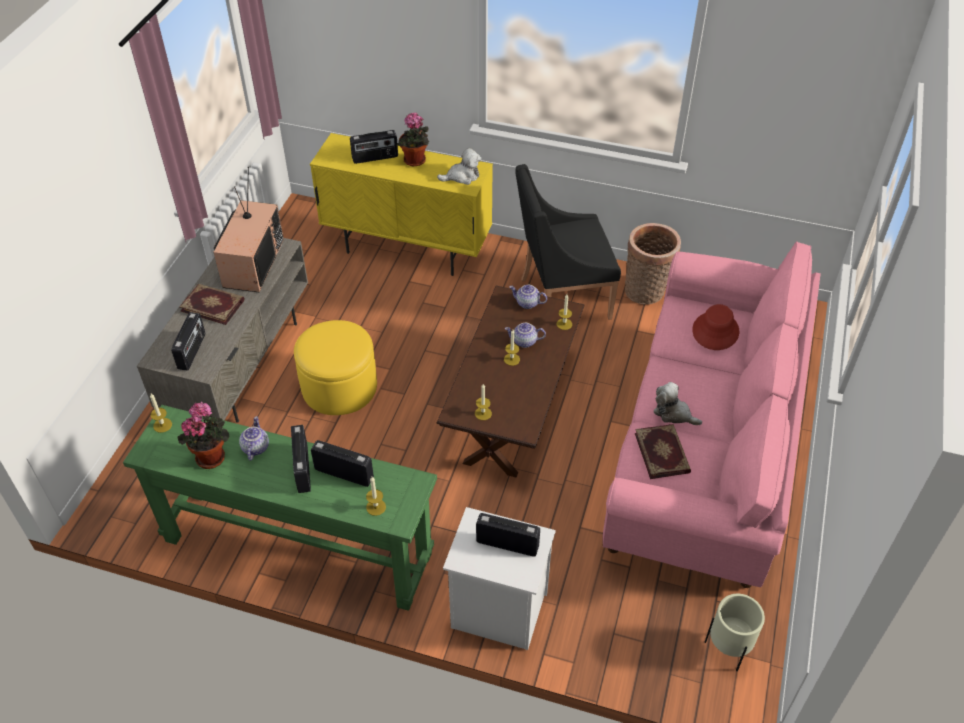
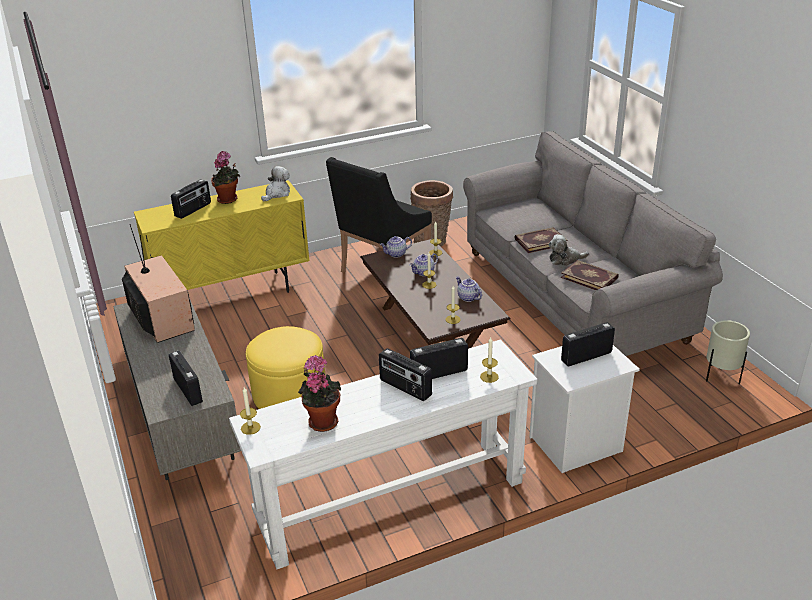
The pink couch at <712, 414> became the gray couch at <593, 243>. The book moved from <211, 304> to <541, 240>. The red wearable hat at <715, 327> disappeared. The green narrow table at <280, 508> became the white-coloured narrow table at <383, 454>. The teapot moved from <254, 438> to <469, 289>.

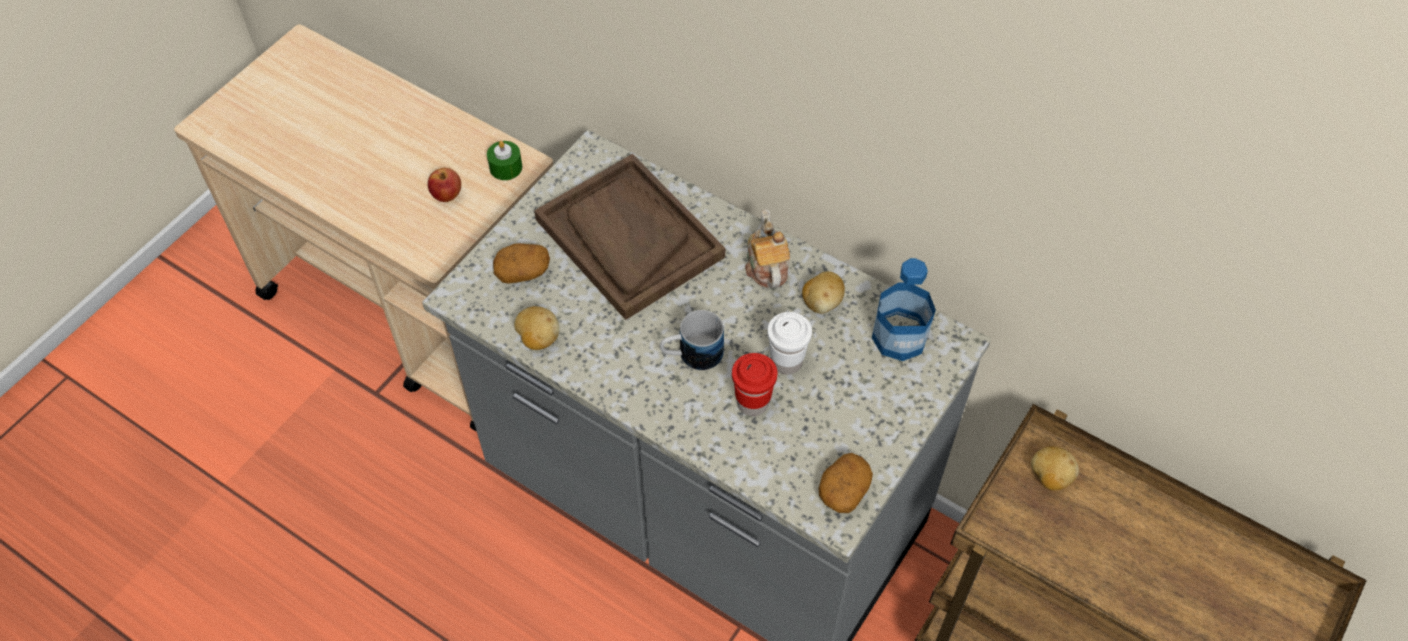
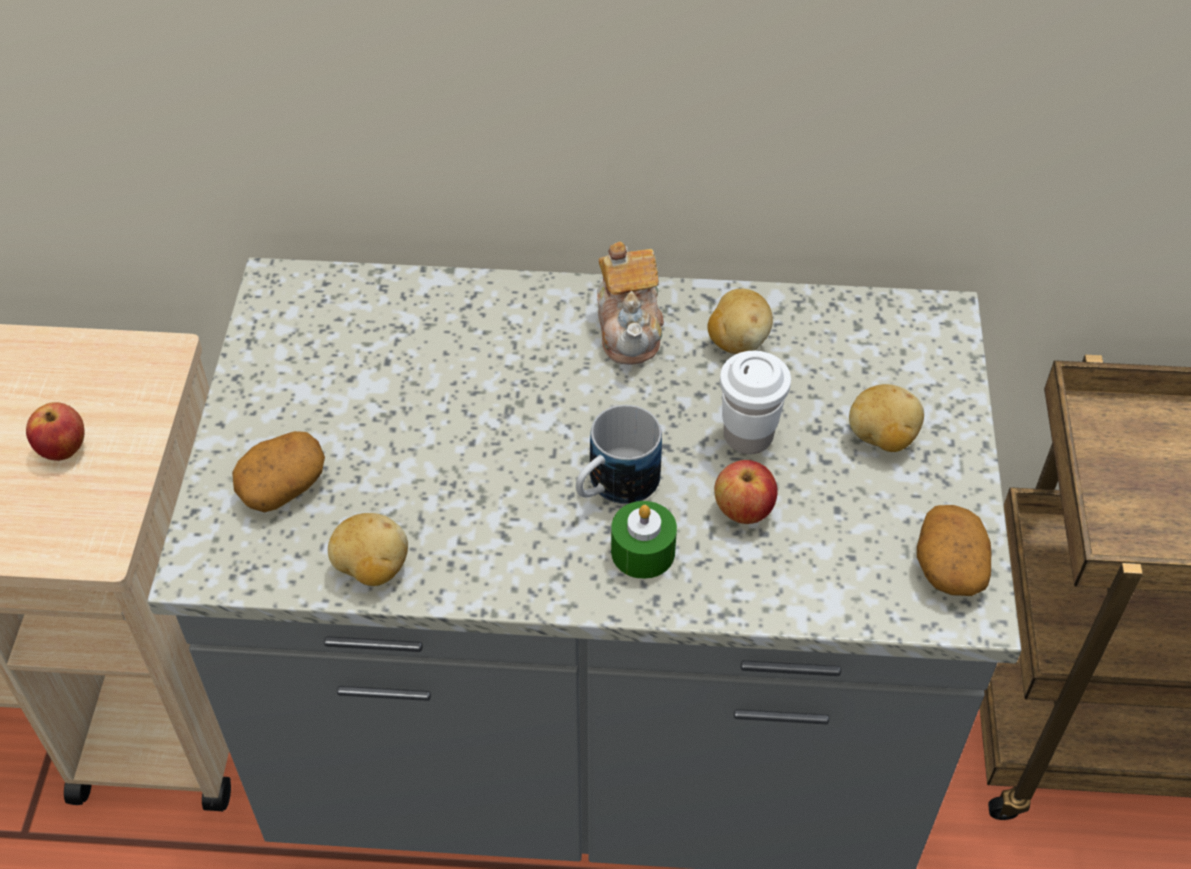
The green wax light moved from <505, 160> to <644, 540>. The brownish tray at <629, 237> disappeared. The teapot at <767, 248> turned 150 degrees counterclockwise. The bottle at <904, 309> disappeared. The red cup at <754, 384> was replaced by the apple fruit at <746, 492>. The potato moved from <1055, 468> to <886, 418>.

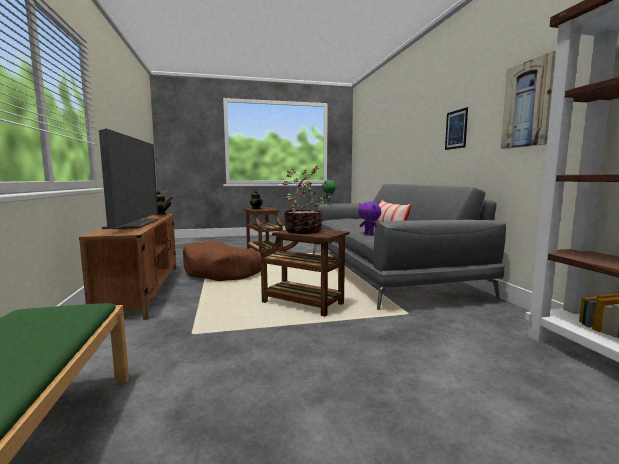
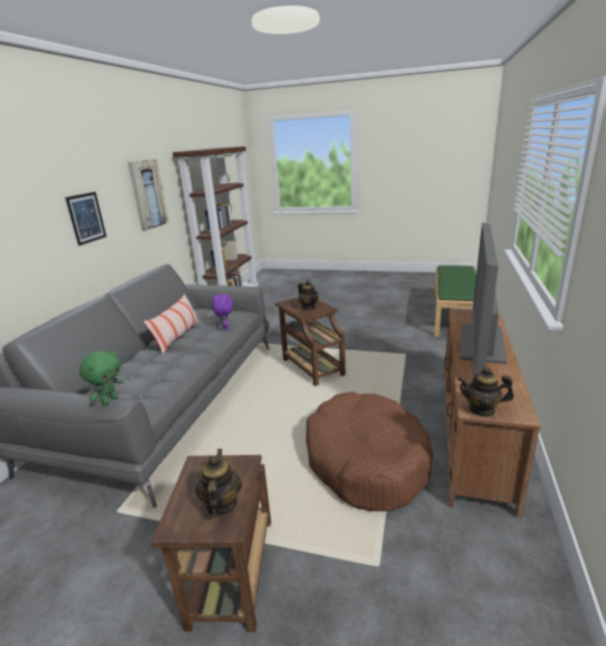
The plant in a pot at <304, 200> was replaced by the teapot at <308, 295>.

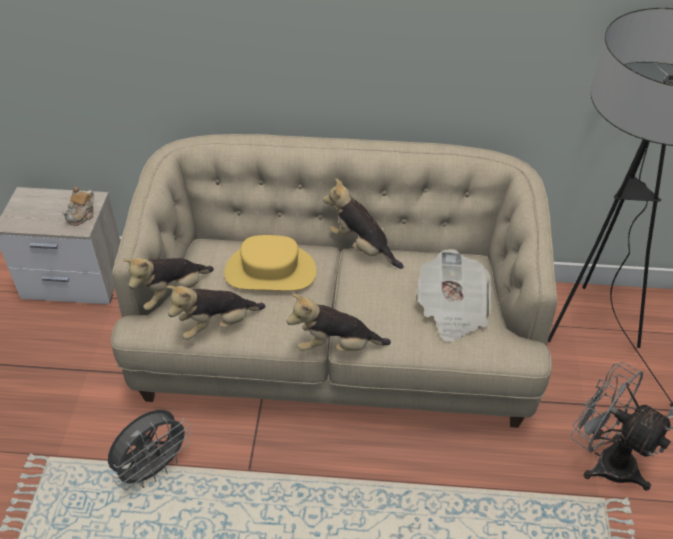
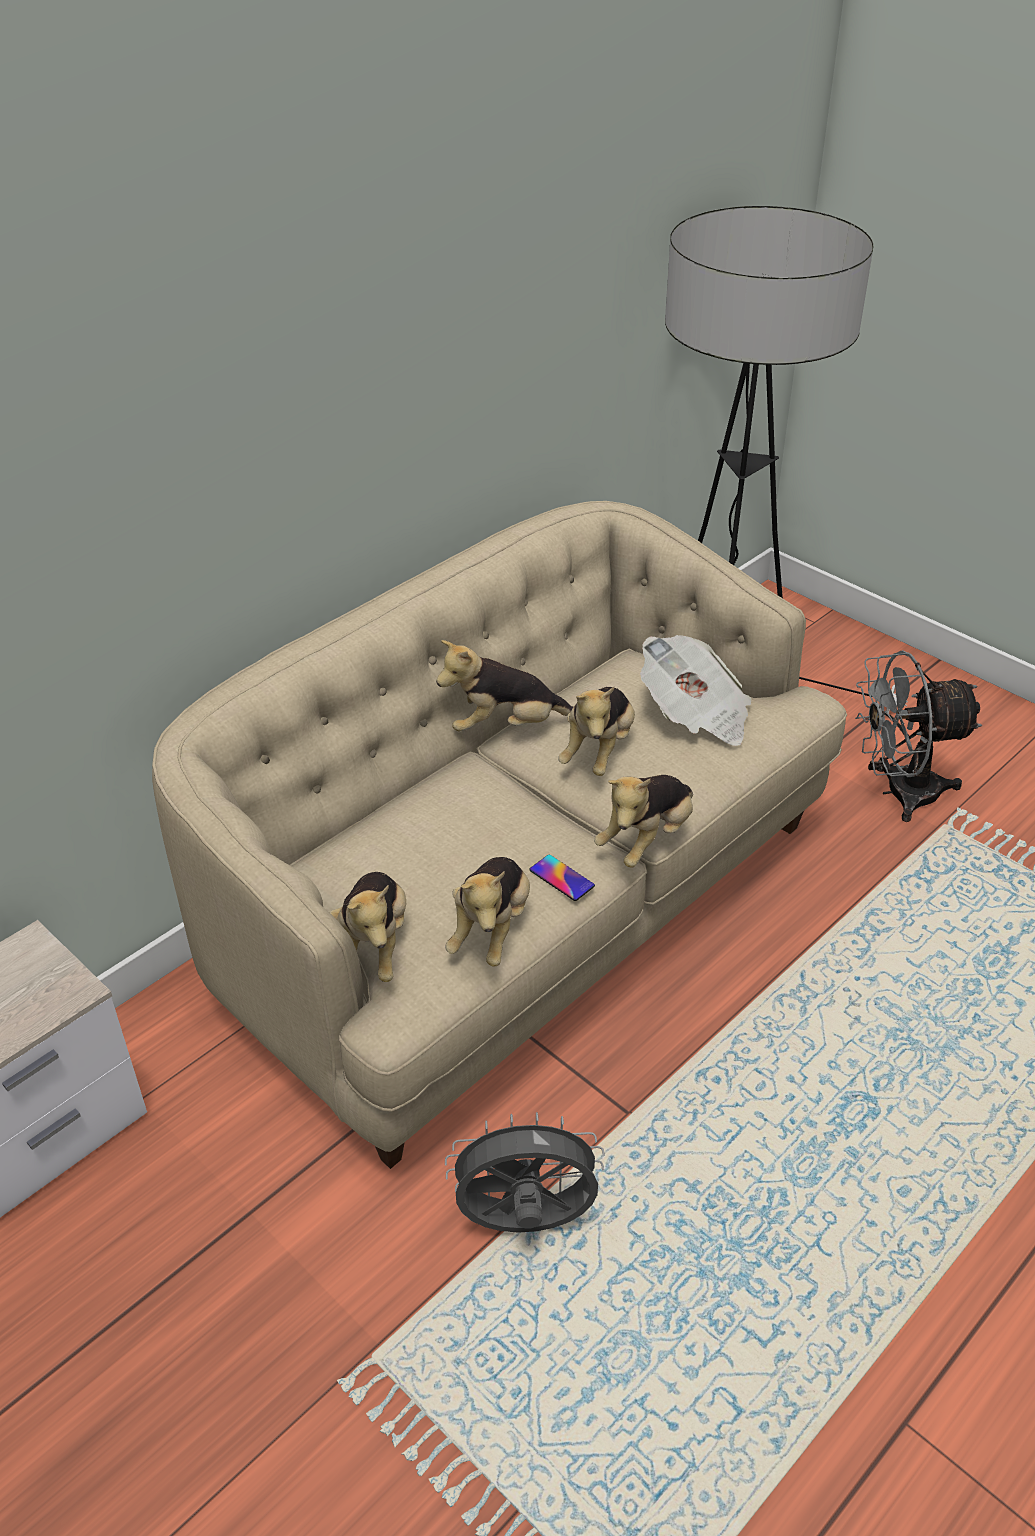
The teapot at <78, 206> disappeared. The yellowish wearable hat at <270, 263> disappeared. The gray cooling fan at <149, 450> turned 90 degrees counterclockwise. The plush toy at <596, 731> appeared. The telephone at <562, 878> appeared.

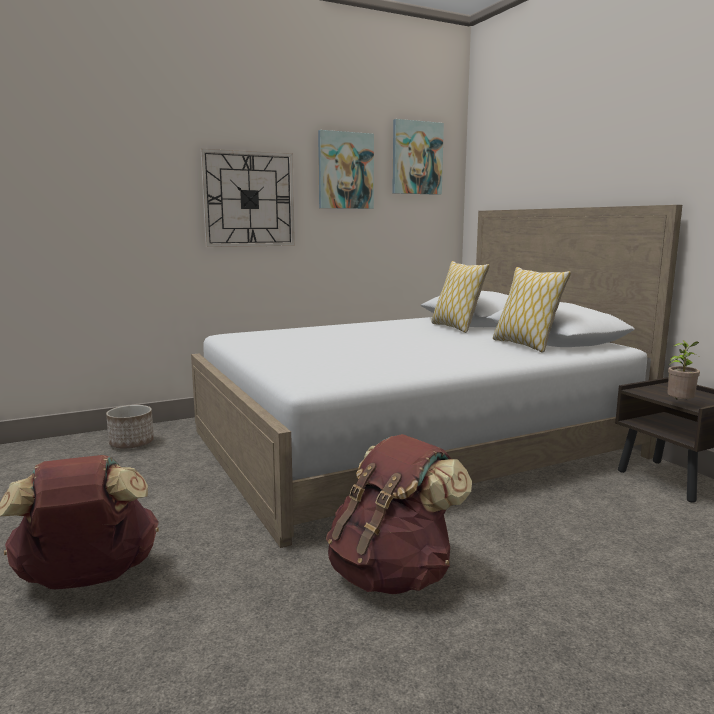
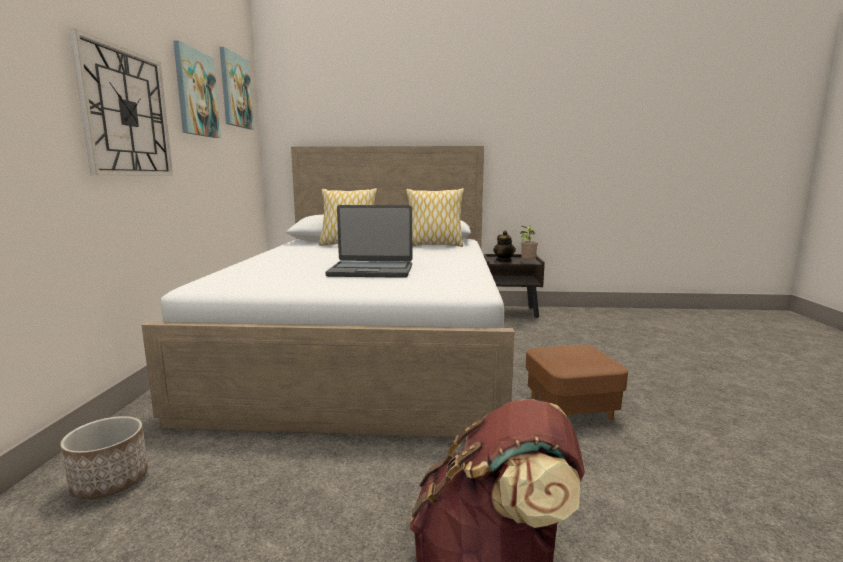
The brownish backpack at <399, 514> was replaced by the brownish pouffe at <577, 382>. The notebook computer at <368, 241> appeared. The teapot at <504, 246> appeared.

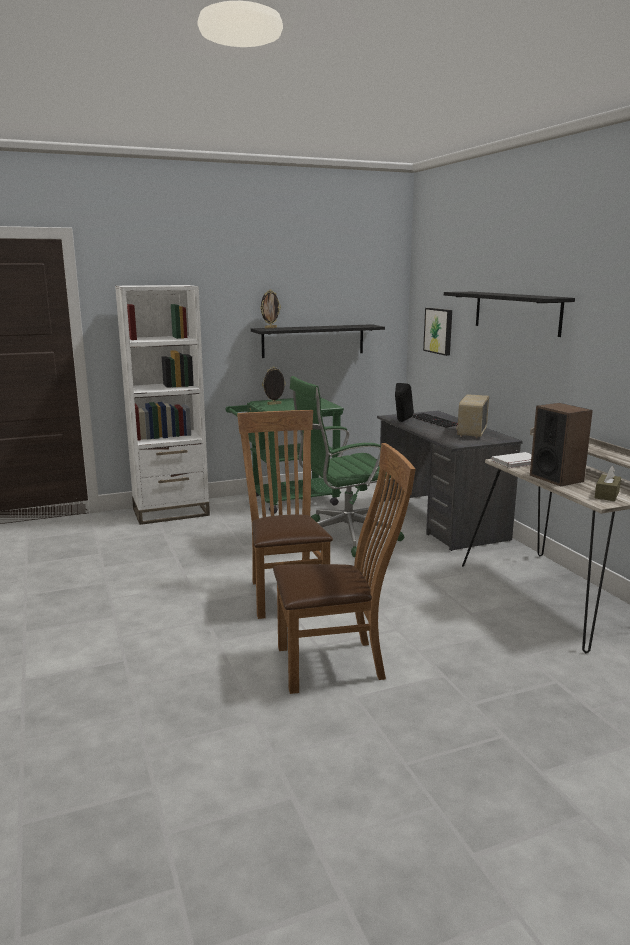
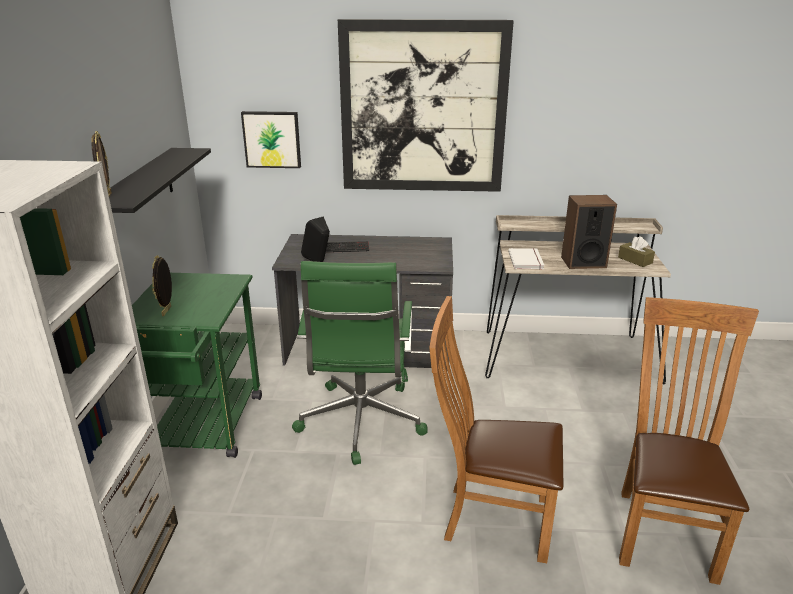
The blackish shelf at <509, 314> was replaced by the wall picture at <426, 105>. The radio at <472, 416> disappeared.

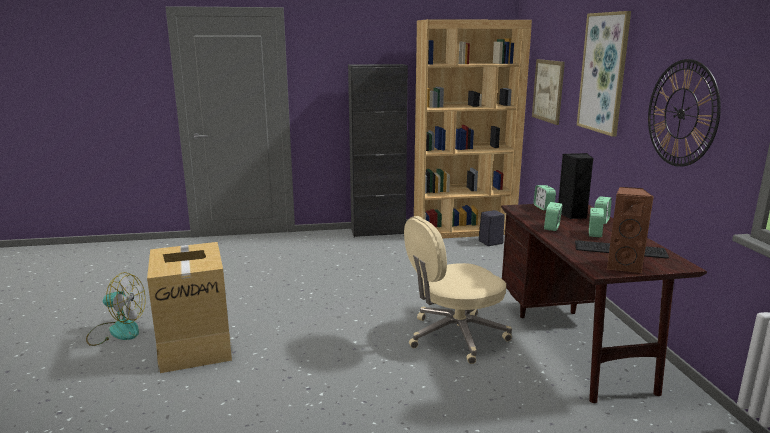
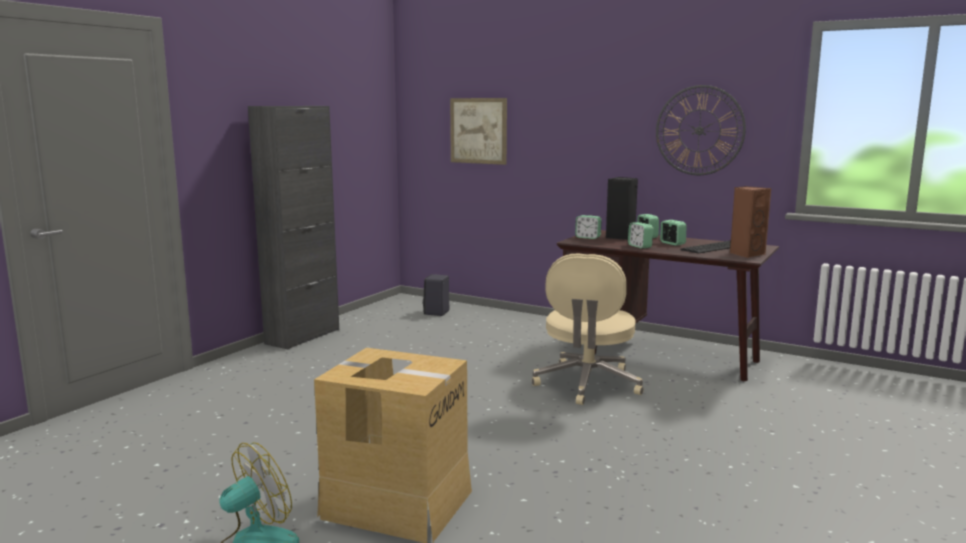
The wall picture at <604, 74> disappeared. The brownish bookshelf at <473, 129> disappeared.

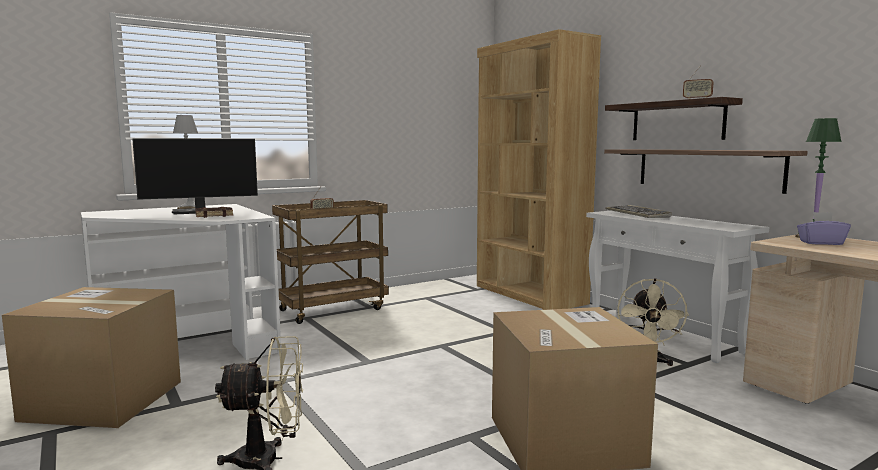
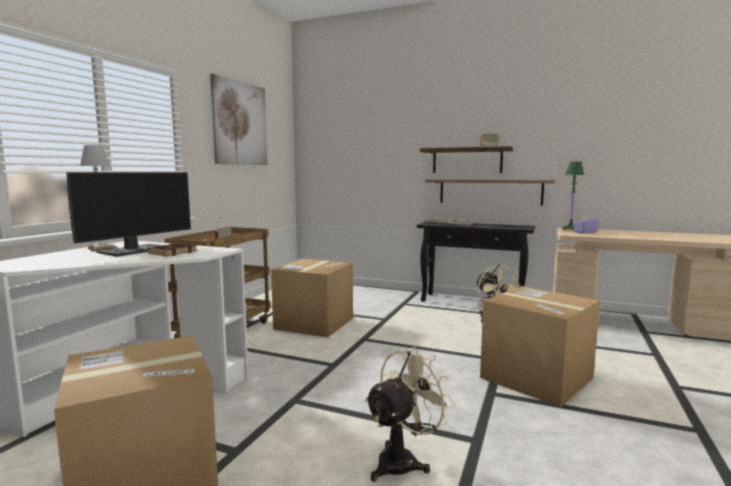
The brownish bookshelf at <539, 169> disappeared. The white-coloured narrow table at <677, 287> became the blackish narrow table at <476, 262>. The wall picture at <238, 119> appeared. The carton at <312, 298> appeared.

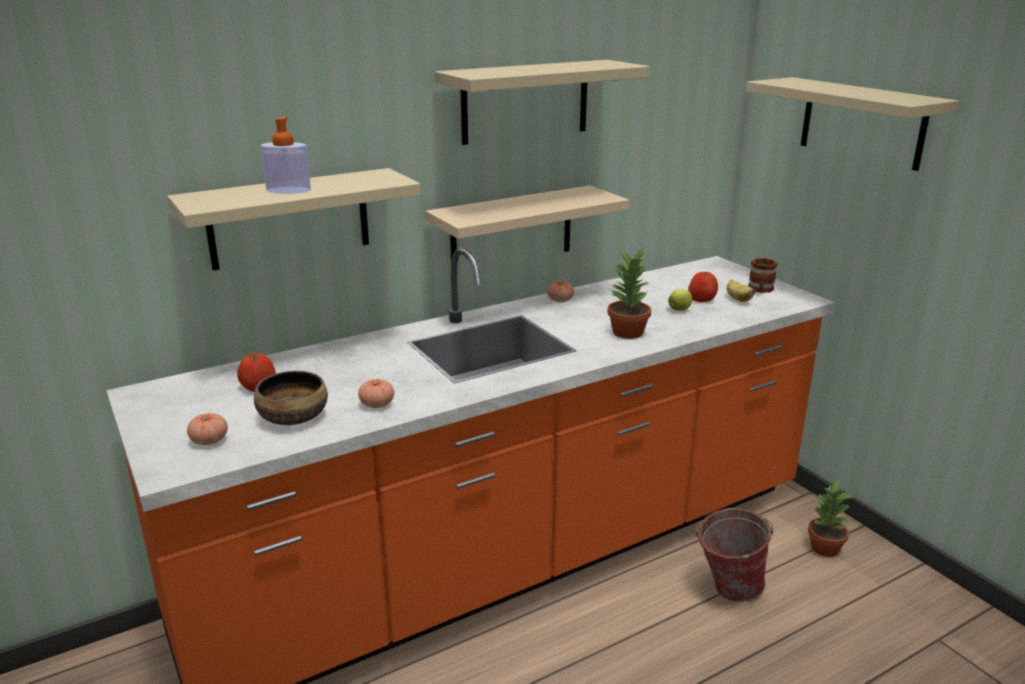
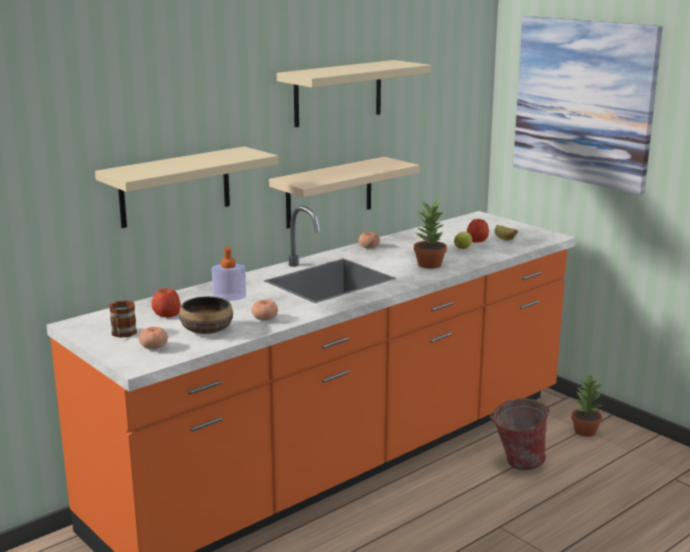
The beige-coloured shelf at <852, 124> was replaced by the wall picture at <588, 105>. The liquid soap bottle moved from <286, 155> to <229, 274>. The mug moved from <763, 275> to <123, 319>.

